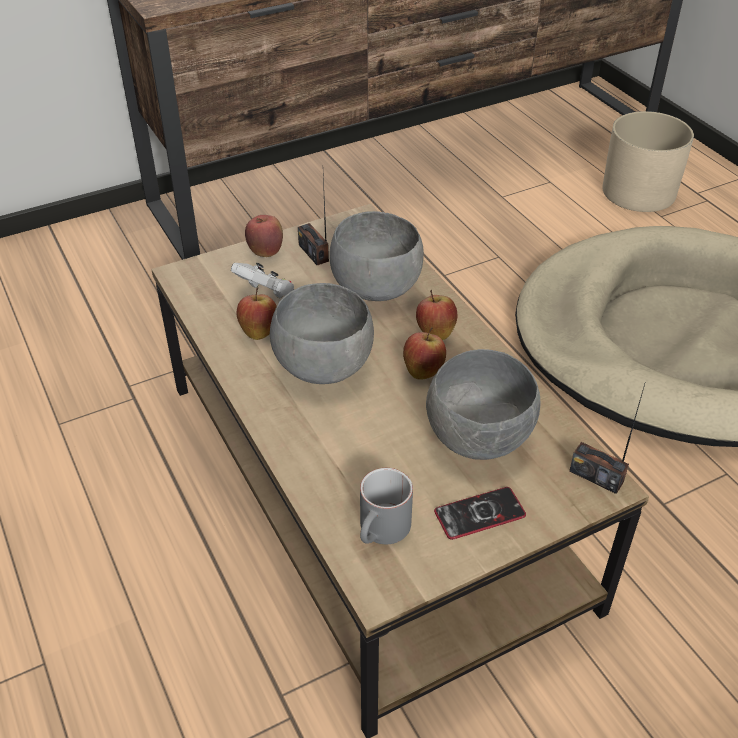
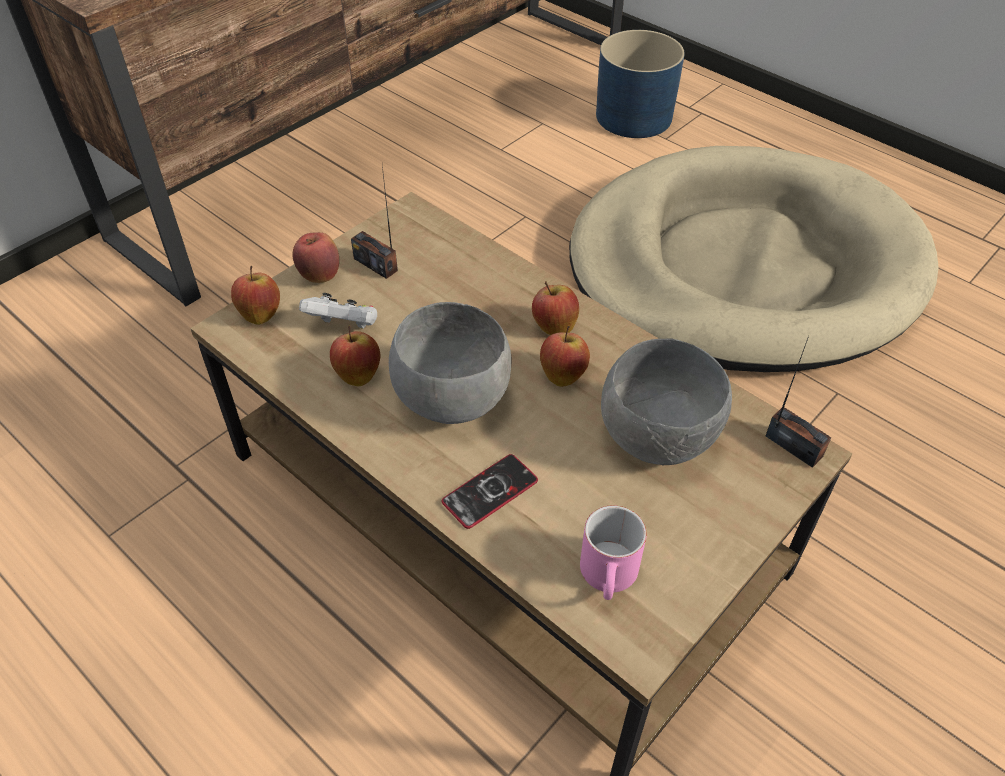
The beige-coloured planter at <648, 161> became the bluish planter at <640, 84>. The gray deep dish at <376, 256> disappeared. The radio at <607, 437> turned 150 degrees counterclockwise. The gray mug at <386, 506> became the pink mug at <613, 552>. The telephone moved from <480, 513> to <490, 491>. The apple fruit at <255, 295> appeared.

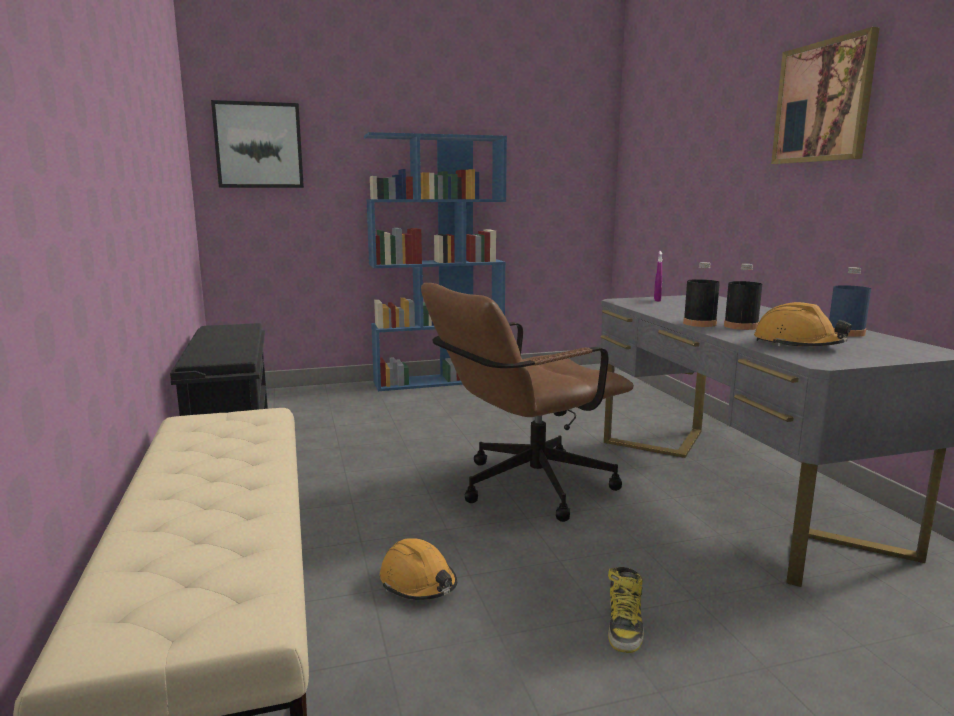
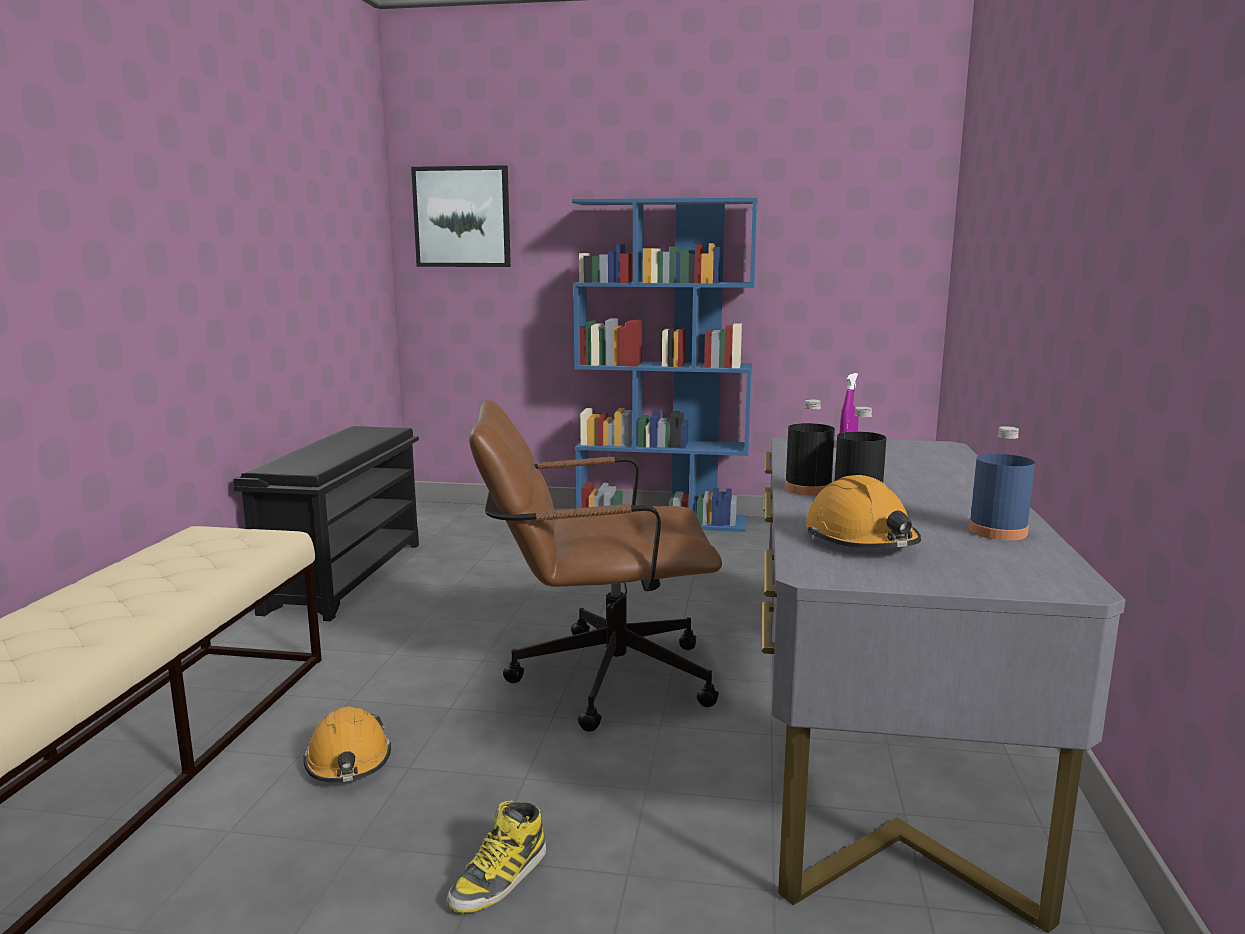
The wall picture at <825, 95> disappeared.

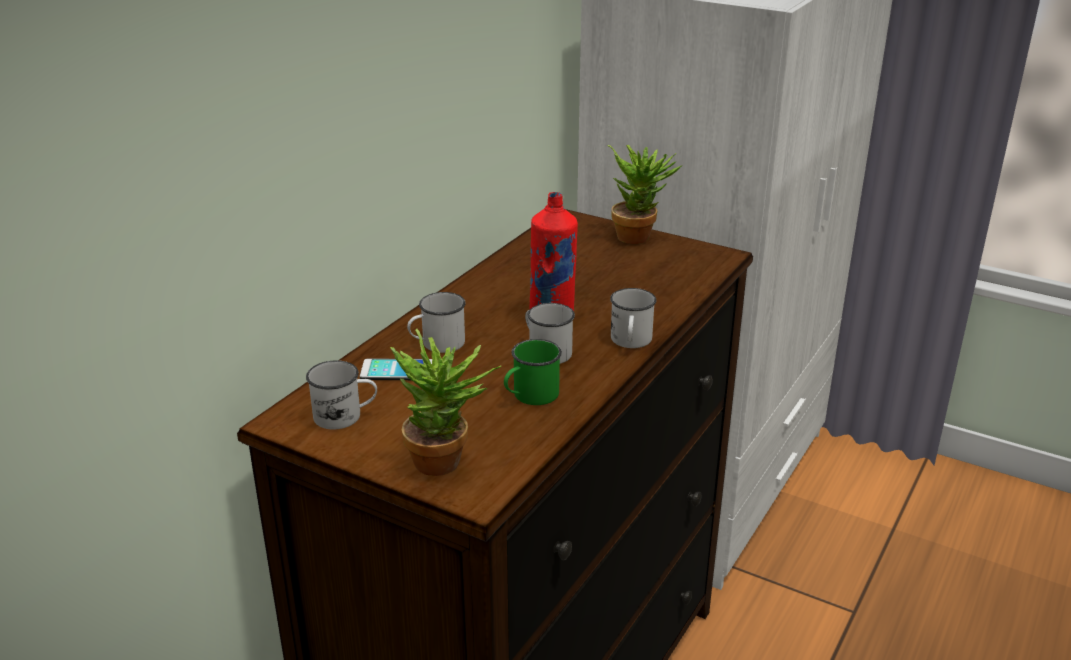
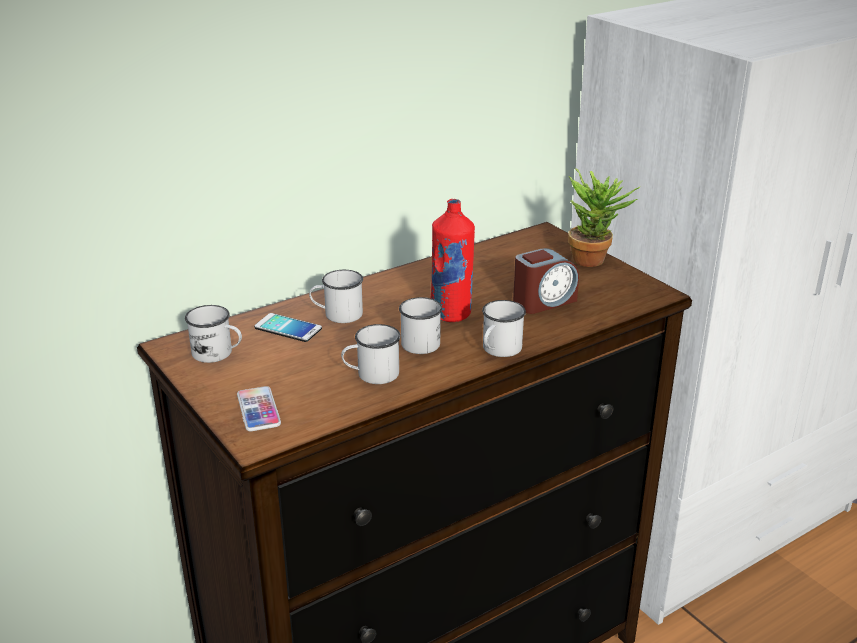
The plant in a pot at <445, 402> was replaced by the telephone at <259, 408>. The green mug at <533, 372> became the white-coloured mug at <371, 354>. The alarm clock at <546, 281> appeared.

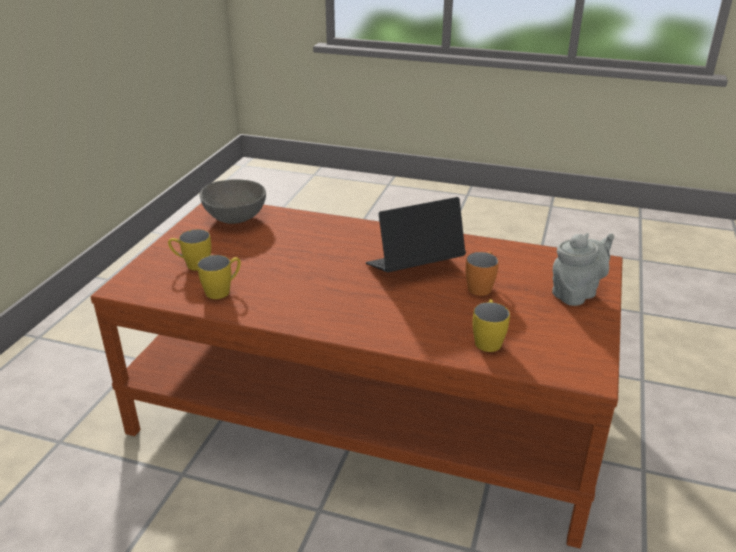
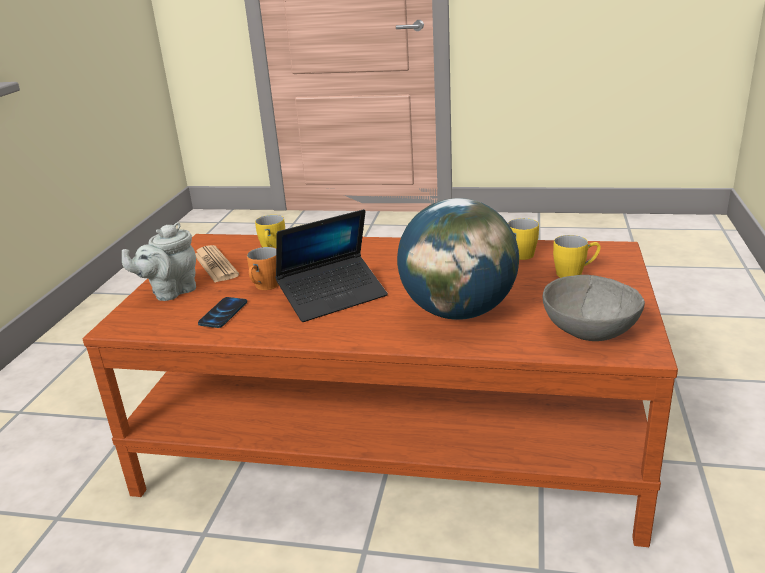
The desk globe at <458, 259> appeared. The printed paper at <217, 264> appeared. The telephone at <222, 312> appeared.

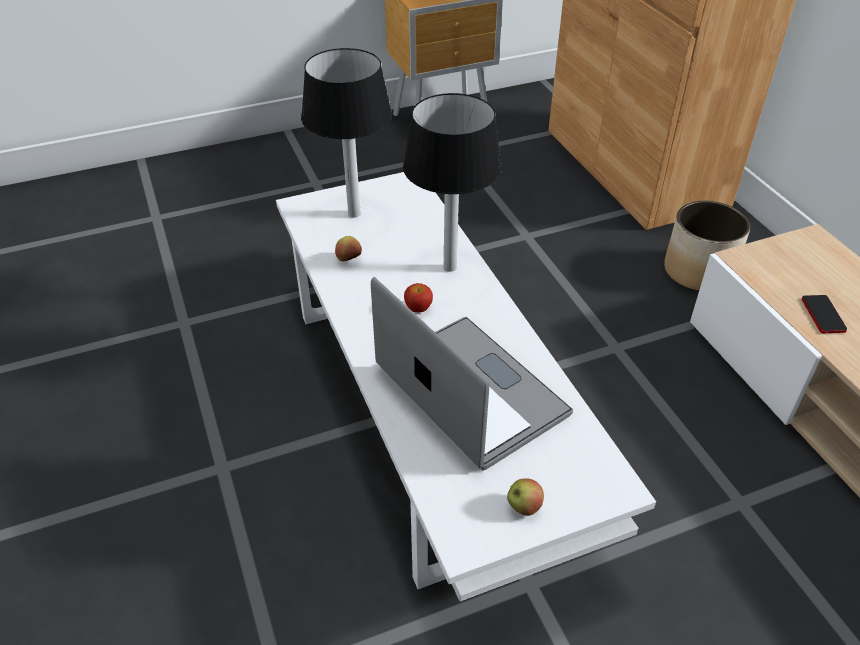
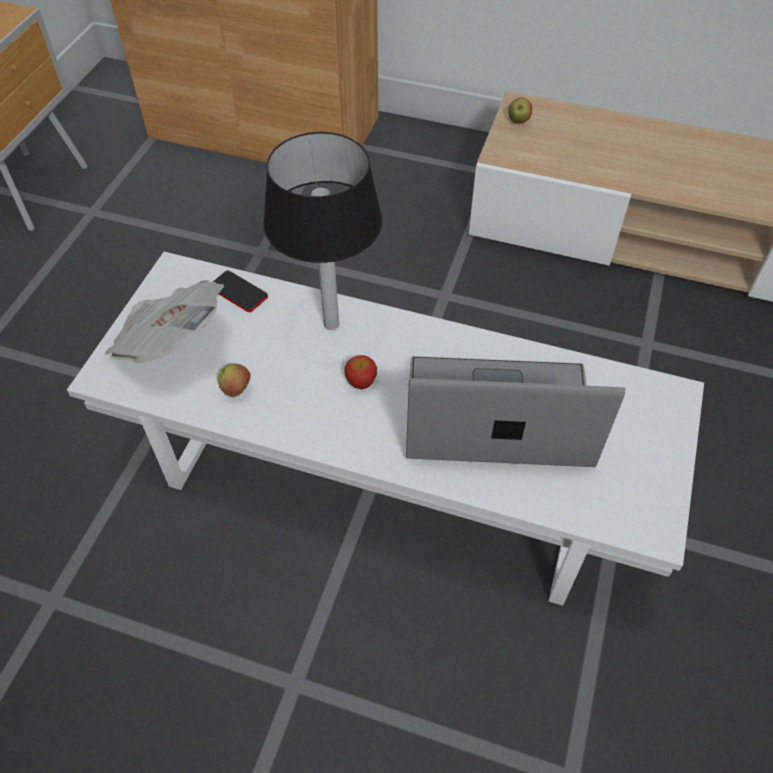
The table lamp at <346, 132> was replaced by the printed paper at <164, 321>. The planter at <707, 246> disappeared. The telephone moved from <824, 314> to <240, 291>. The apple fruit moved from <525, 497> to <520, 110>.

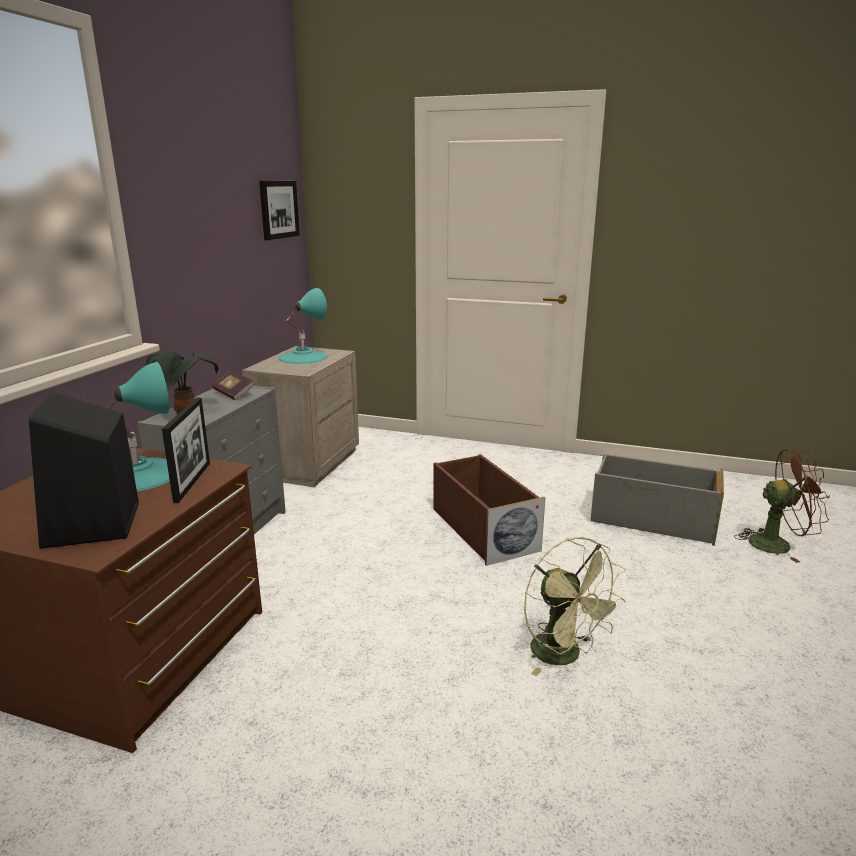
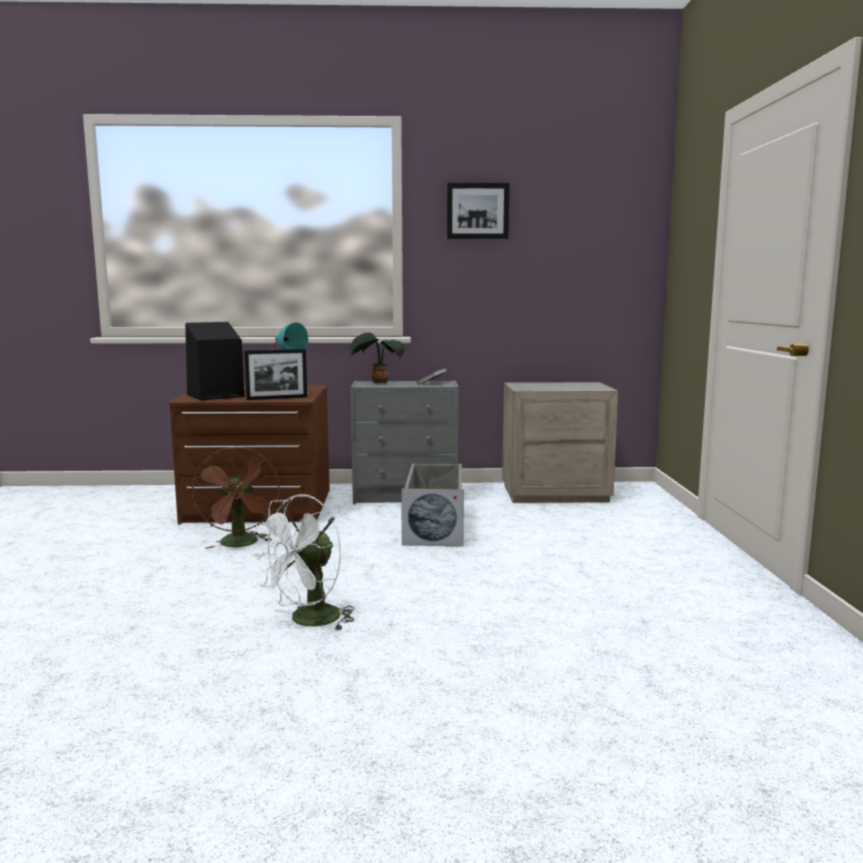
The wall picture moved from <279, 210> to <478, 211>. The blue-green table lamp at <303, 326> disappeared. The brownish cooling fan moved from <782, 506> to <235, 498>. The brownish storage container at <489, 510> disappeared. The gray storage container moved from <657, 500> to <432, 504>. The green cooling fan at <575, 606> became the white-coloured cooling fan at <303, 562>.

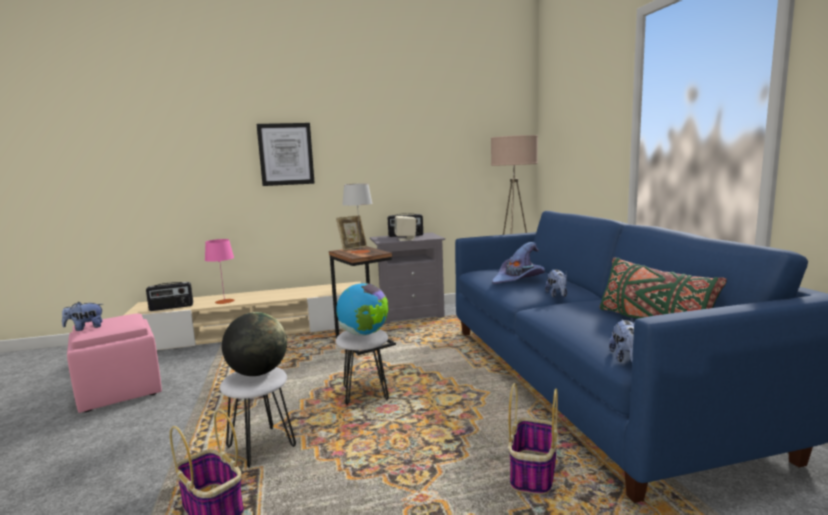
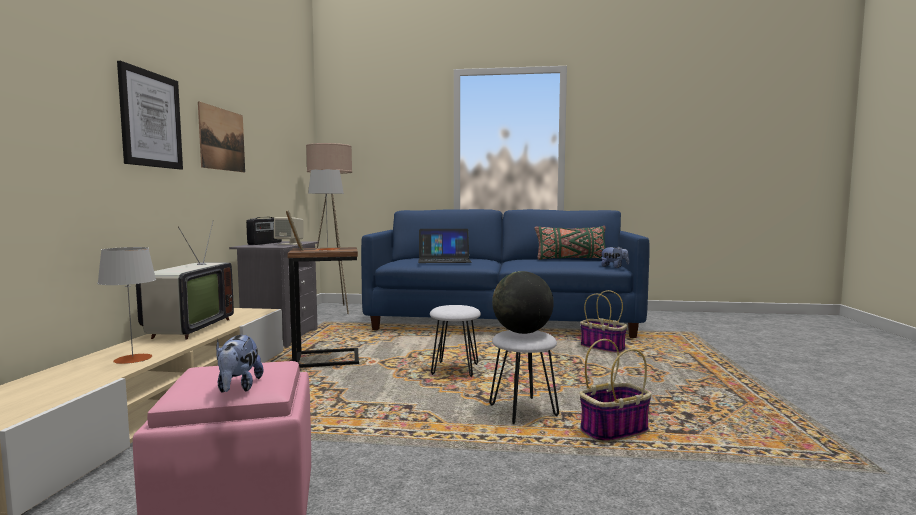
The pink table lamp at <219, 271> became the gray table lamp at <126, 305>. The purplish wearable hat at <518, 263> was replaced by the notebook computer at <445, 246>. The plush toy at <556, 283> disappeared. The radio at <169, 296> disappeared. The desk globe at <362, 309> disappeared. The wall picture at <221, 136> appeared. The TV at <185, 279> appeared.

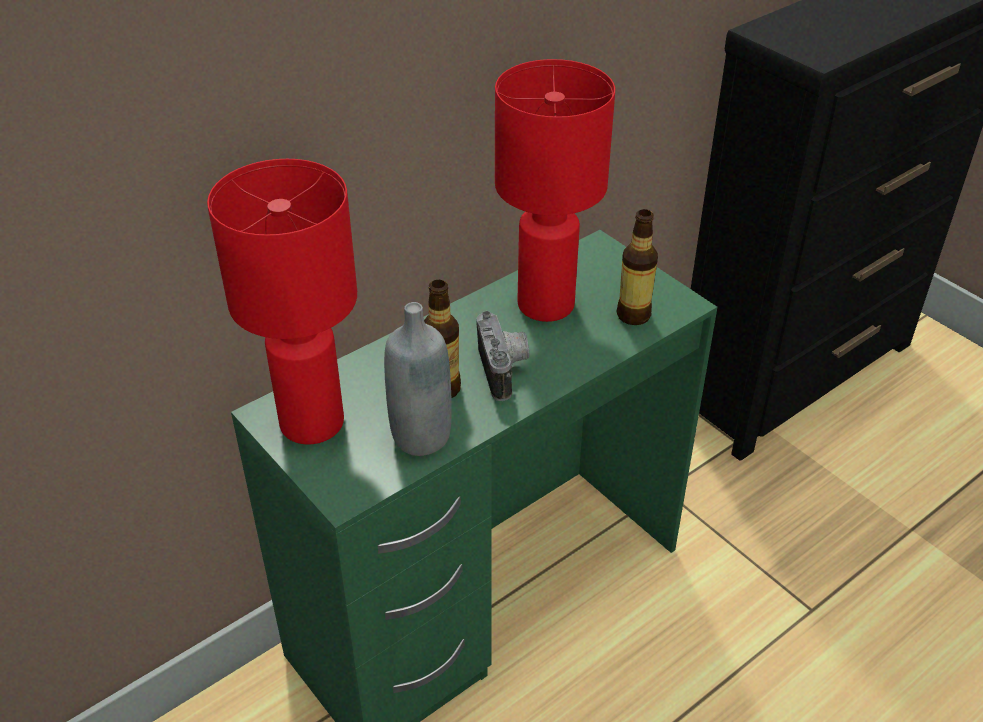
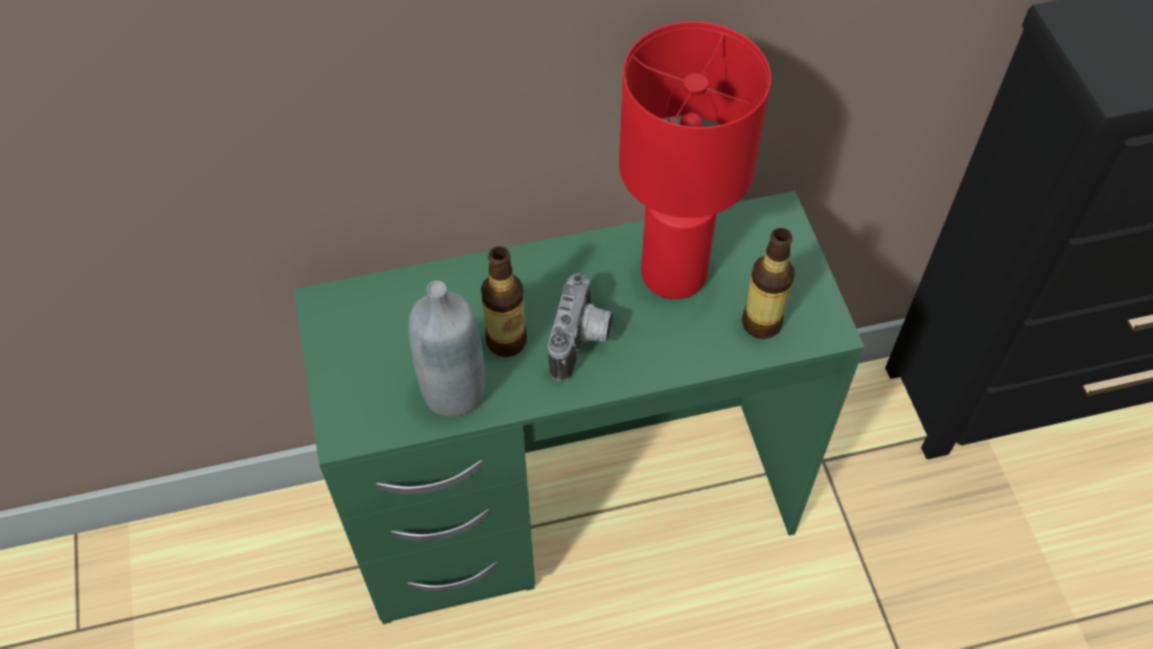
The red table lamp at <282, 302> disappeared.

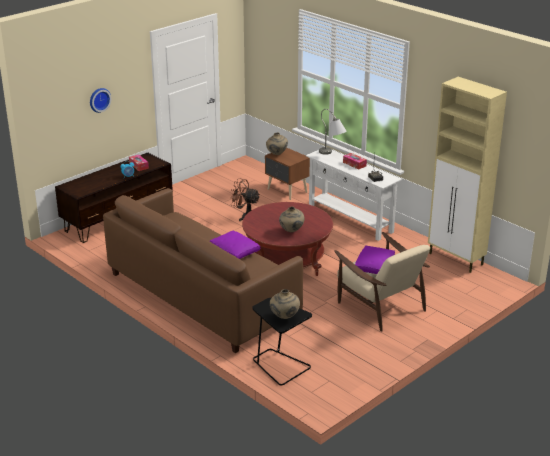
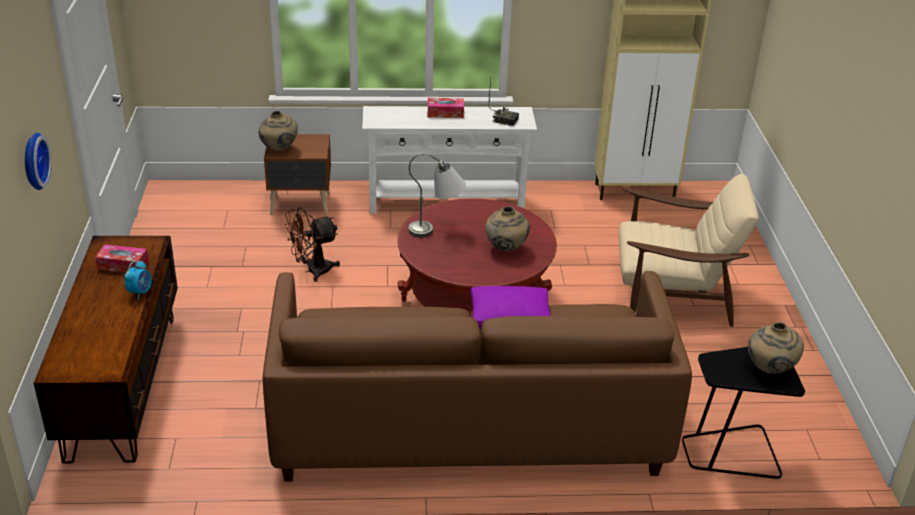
The gray table lamp moved from <332, 132> to <437, 195>. The purplish pillow at <375, 260> disappeared.

